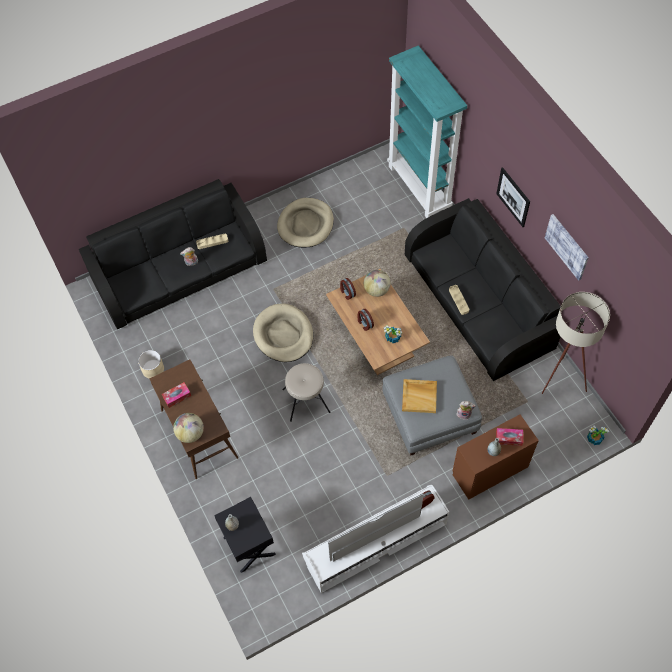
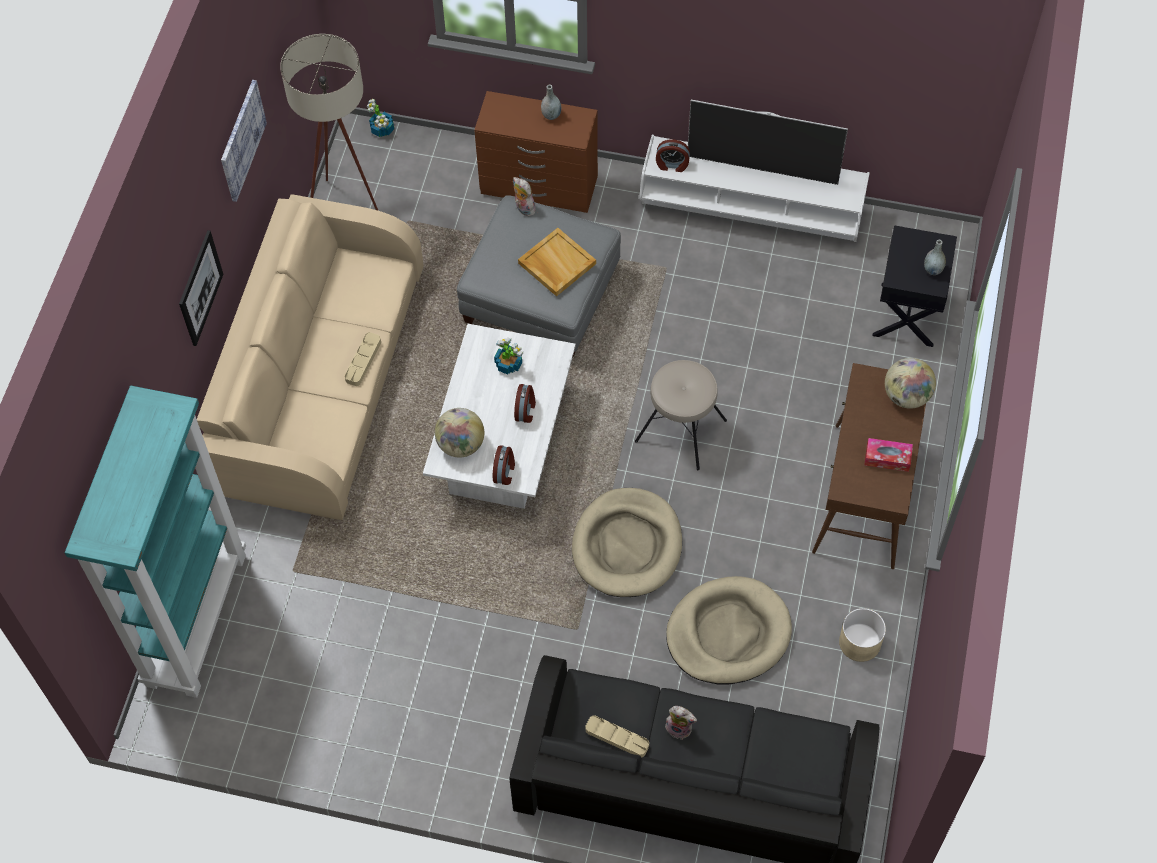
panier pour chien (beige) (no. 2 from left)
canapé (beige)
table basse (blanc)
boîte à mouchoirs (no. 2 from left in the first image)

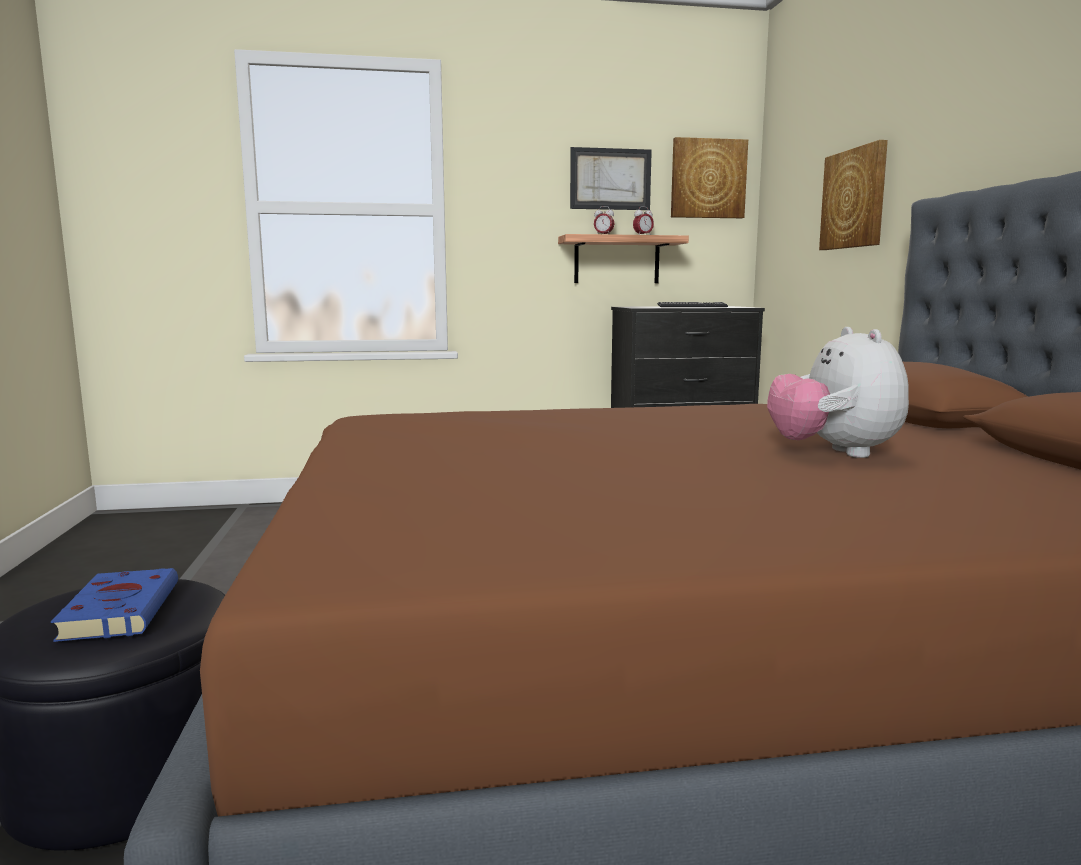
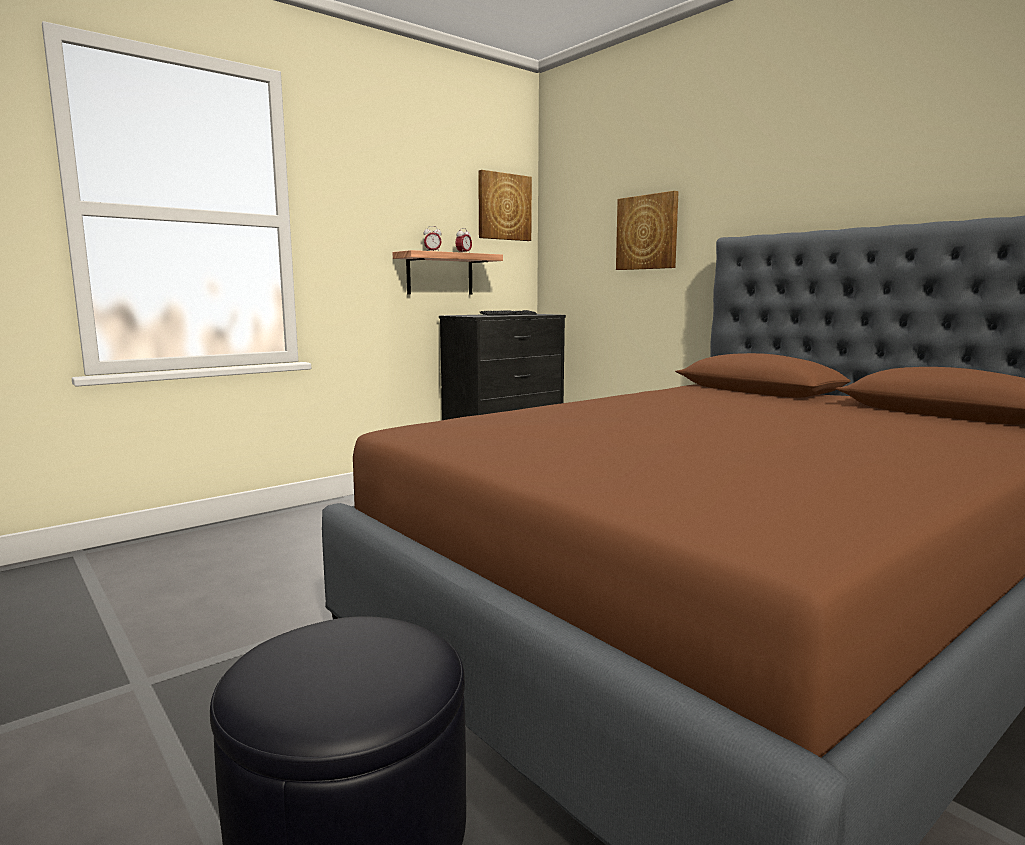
tableau (no. 1 from left in the first image)
peluche
livre (bleu)

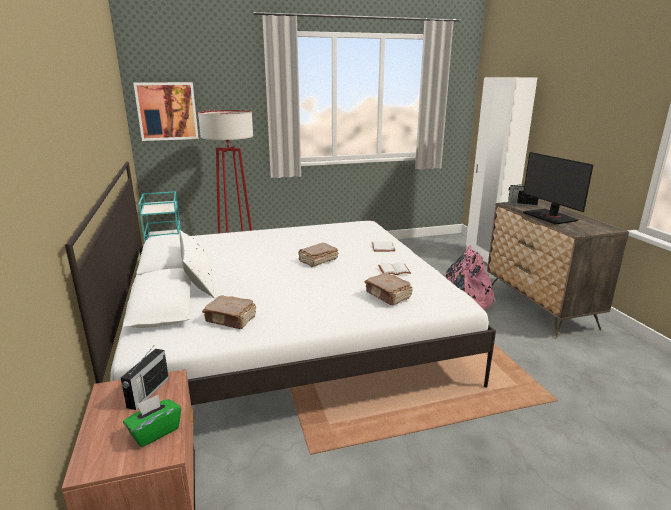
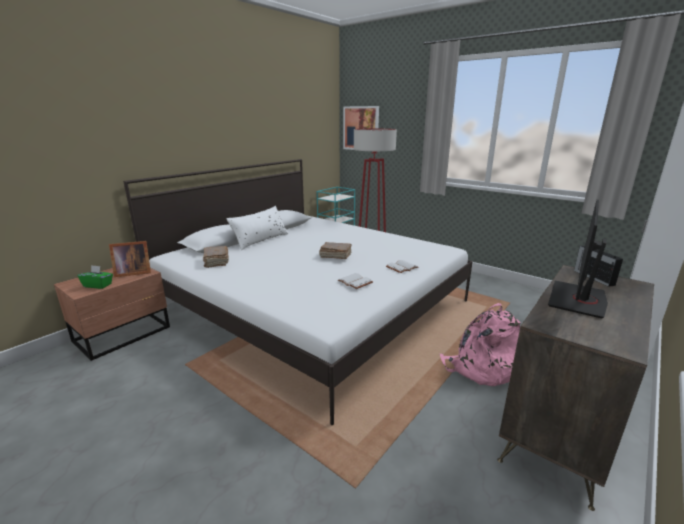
livre (marron) (no. 3 from left in the first image)
cadre photo

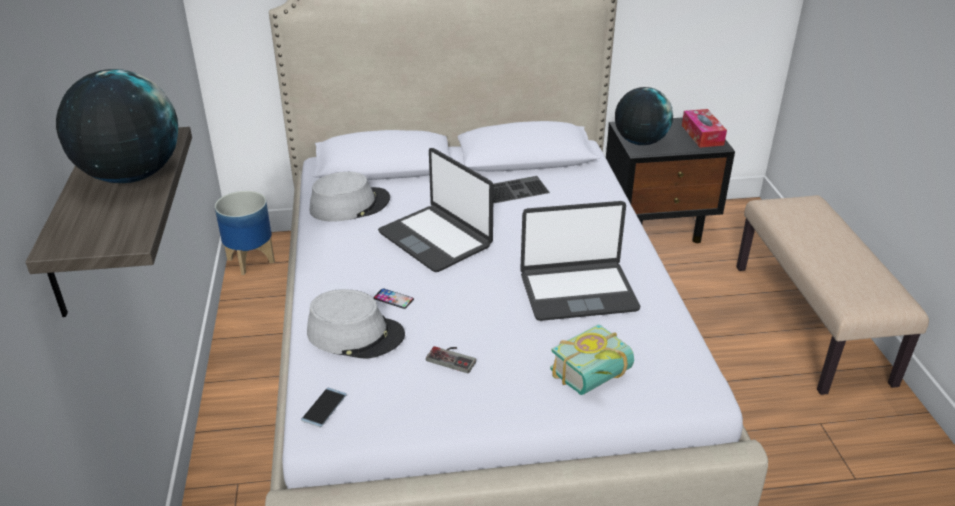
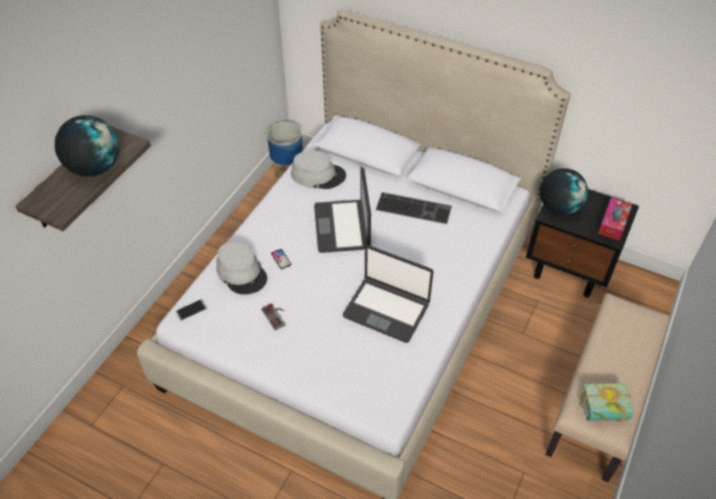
livre

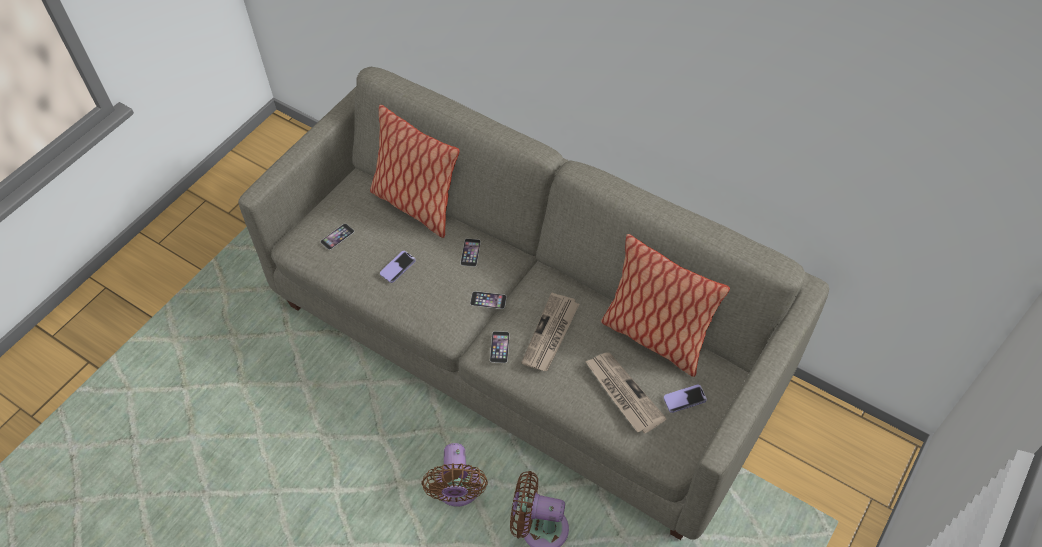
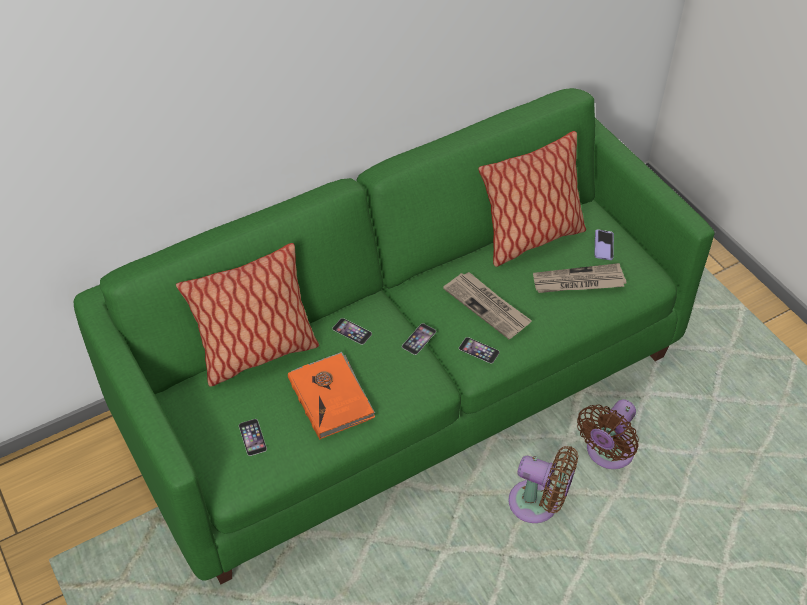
canapé (vert)
livre (orange)

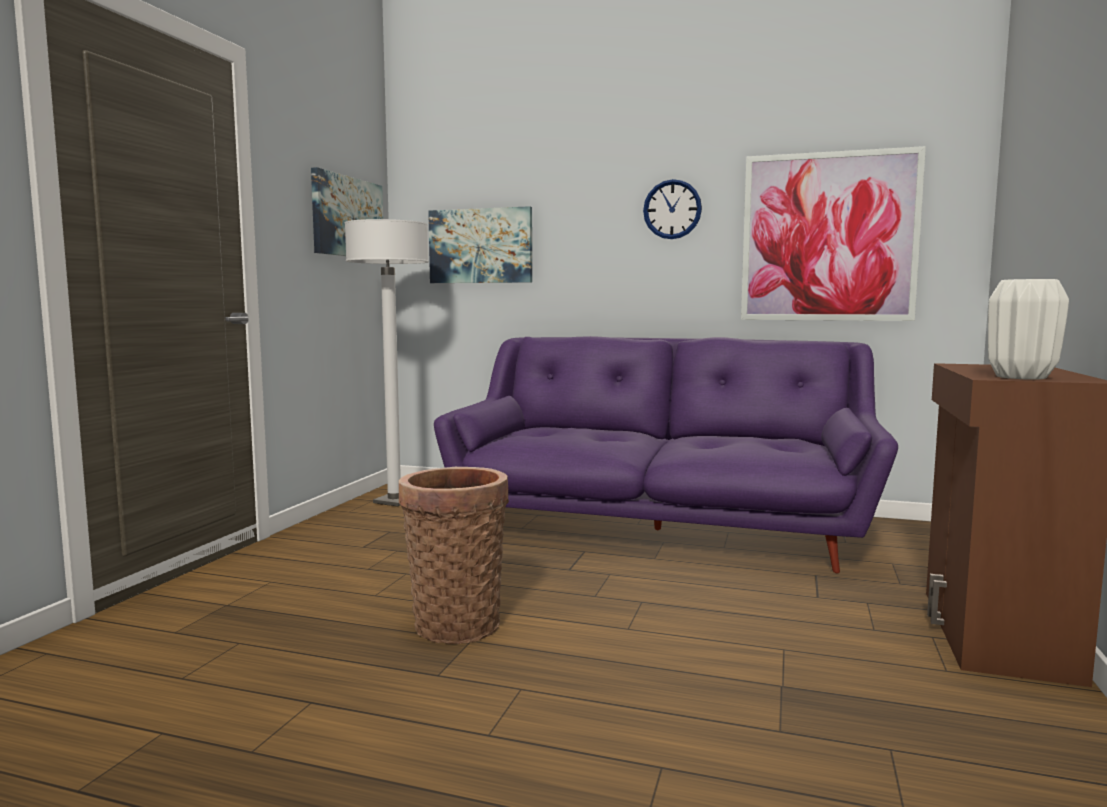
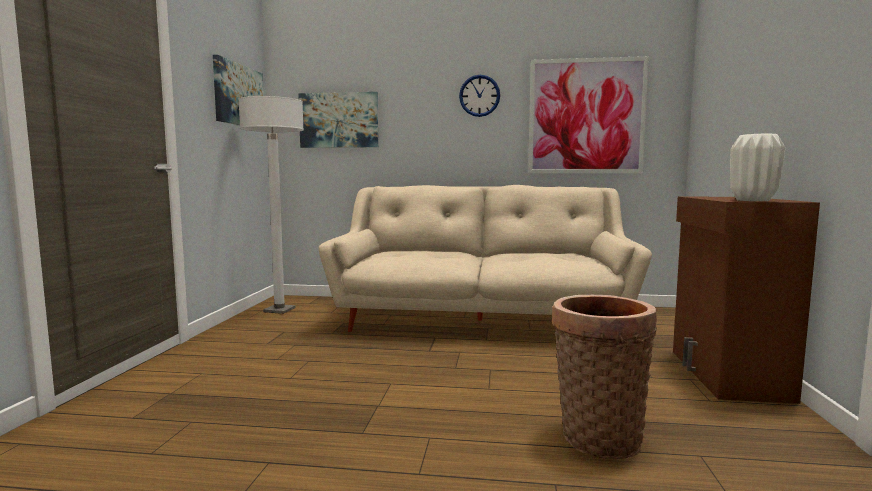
canapé (beige)
panier

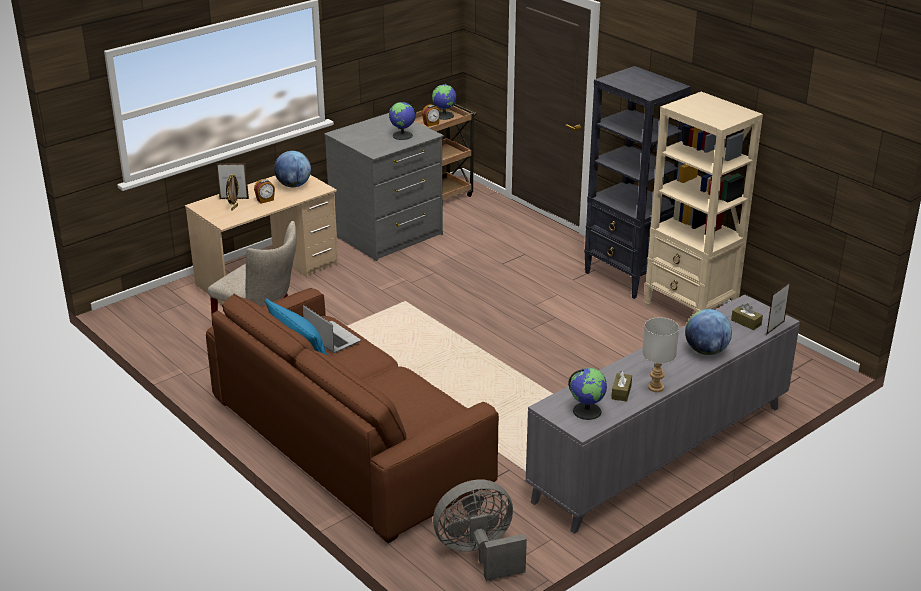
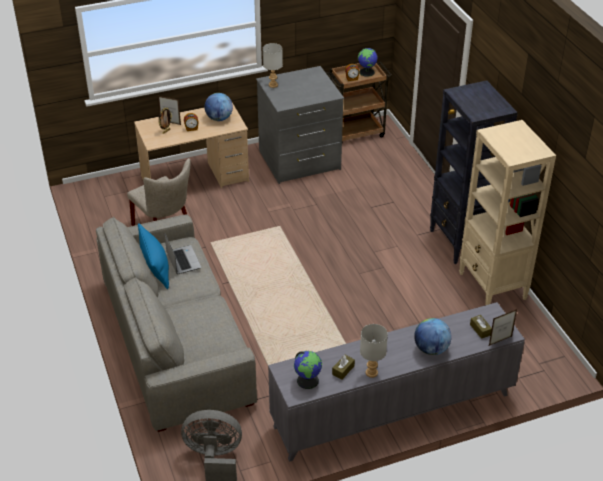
globe (no. 2 from left in the first image)
canapé (gris)
lampe de table (gris) (no. 1 from left)

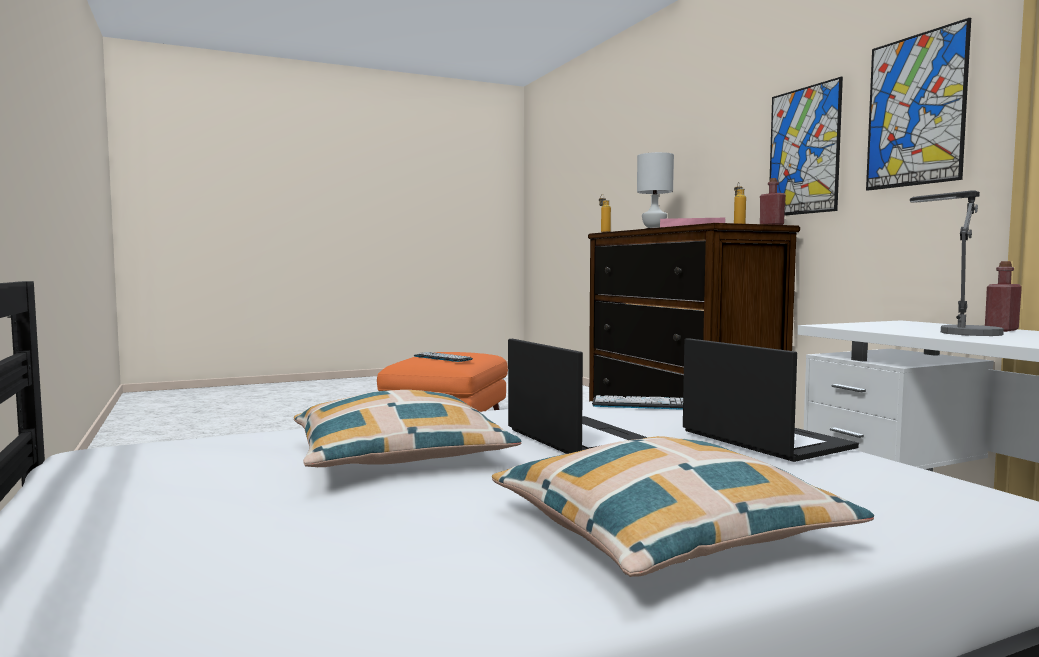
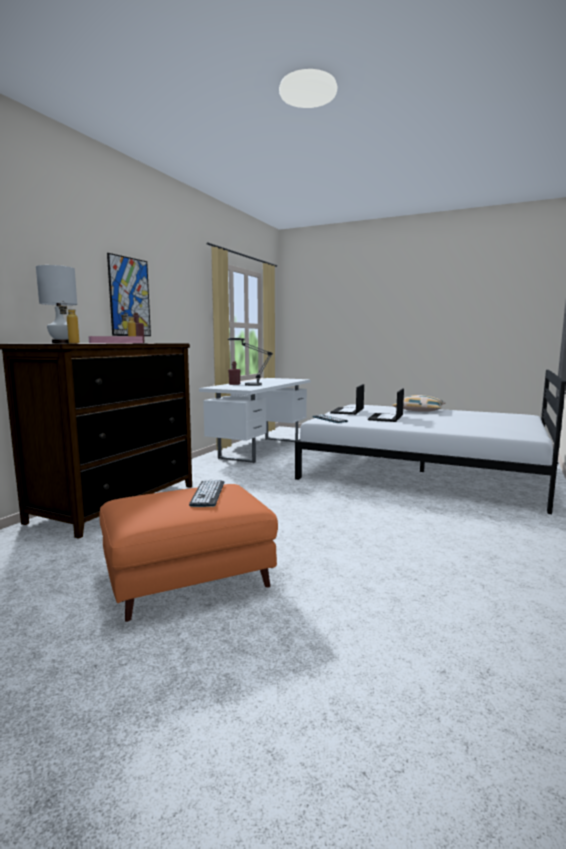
tableau (no. 2 from left in the first image)
coussin (no. 1 from left in the first image)

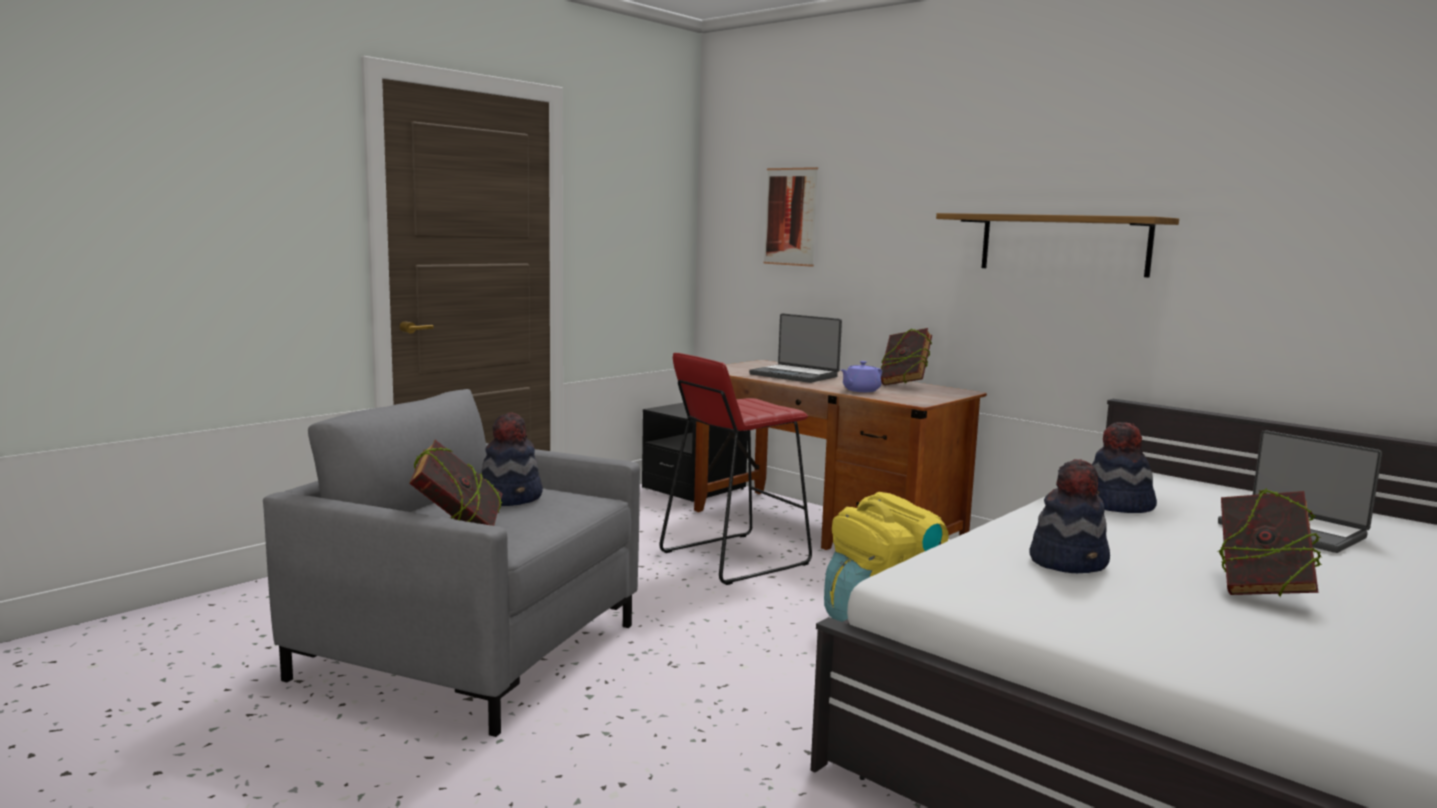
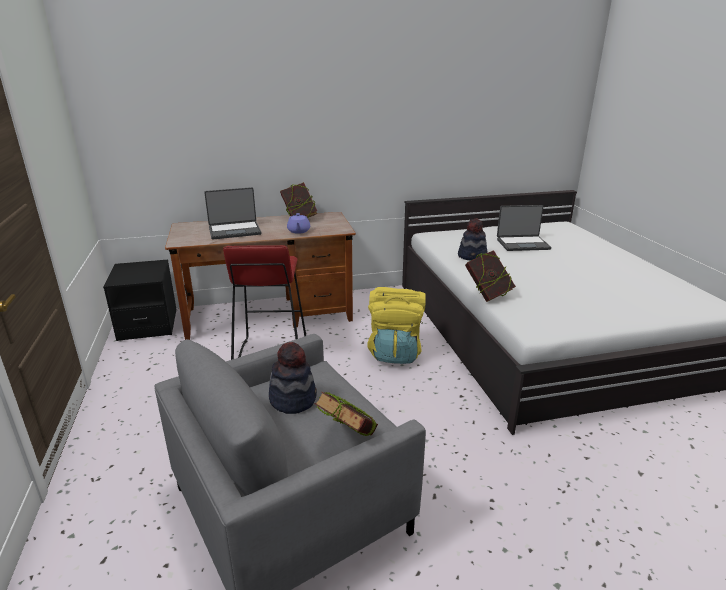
tableau
étagère
chapeau (no. 2 from left in the first image)
livre (no. 3 from left)

